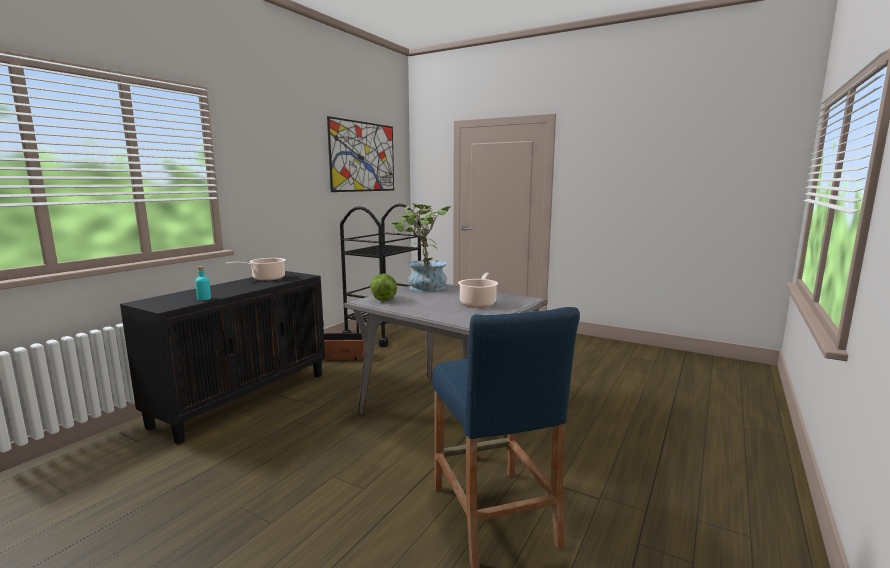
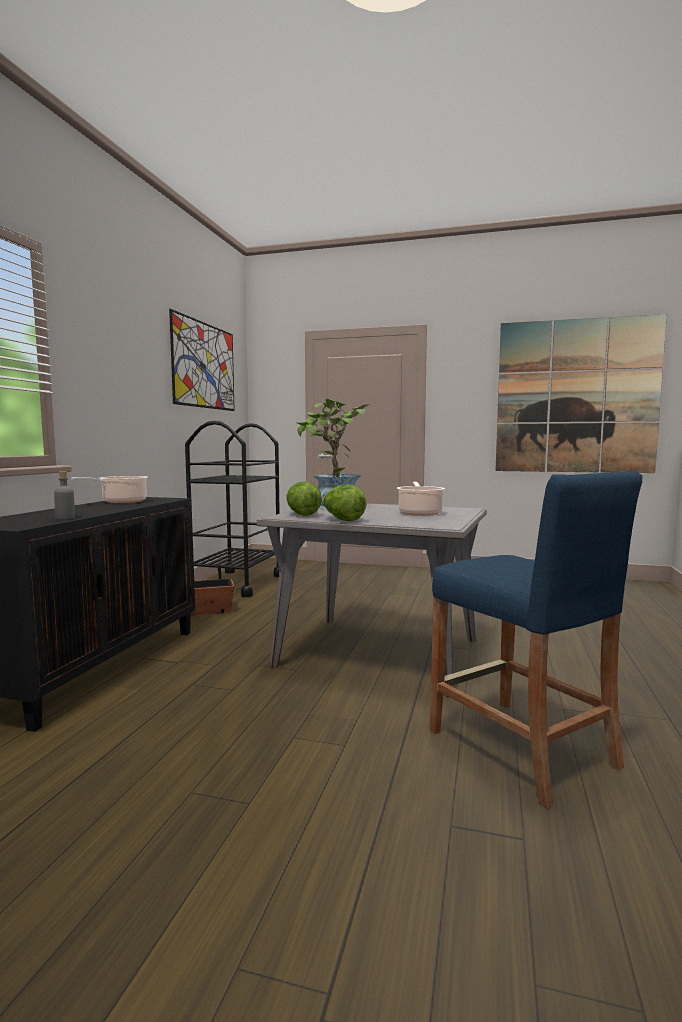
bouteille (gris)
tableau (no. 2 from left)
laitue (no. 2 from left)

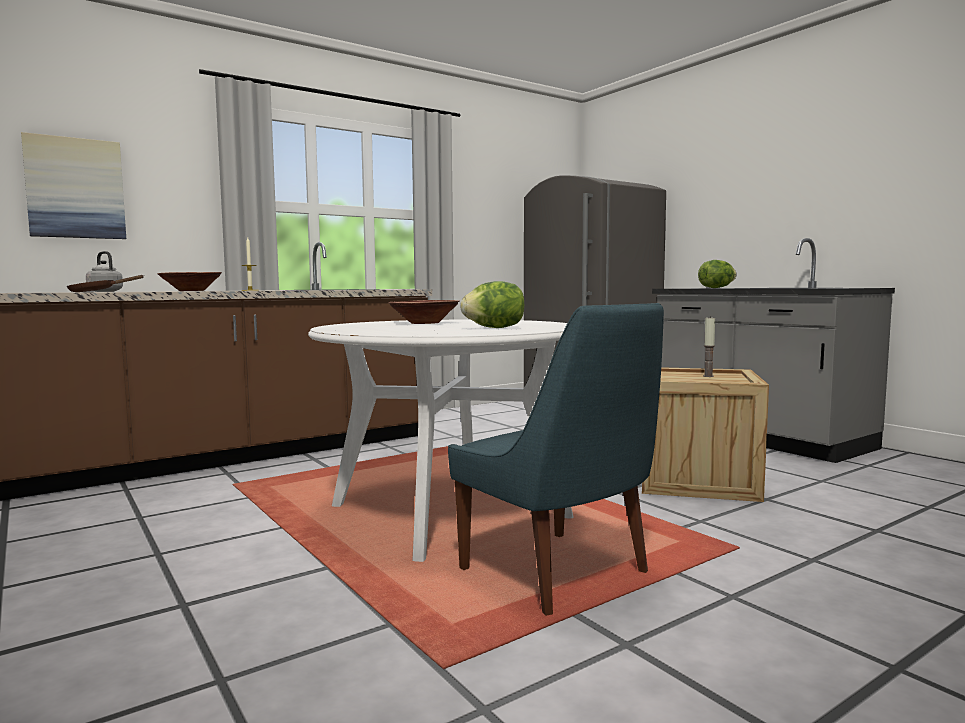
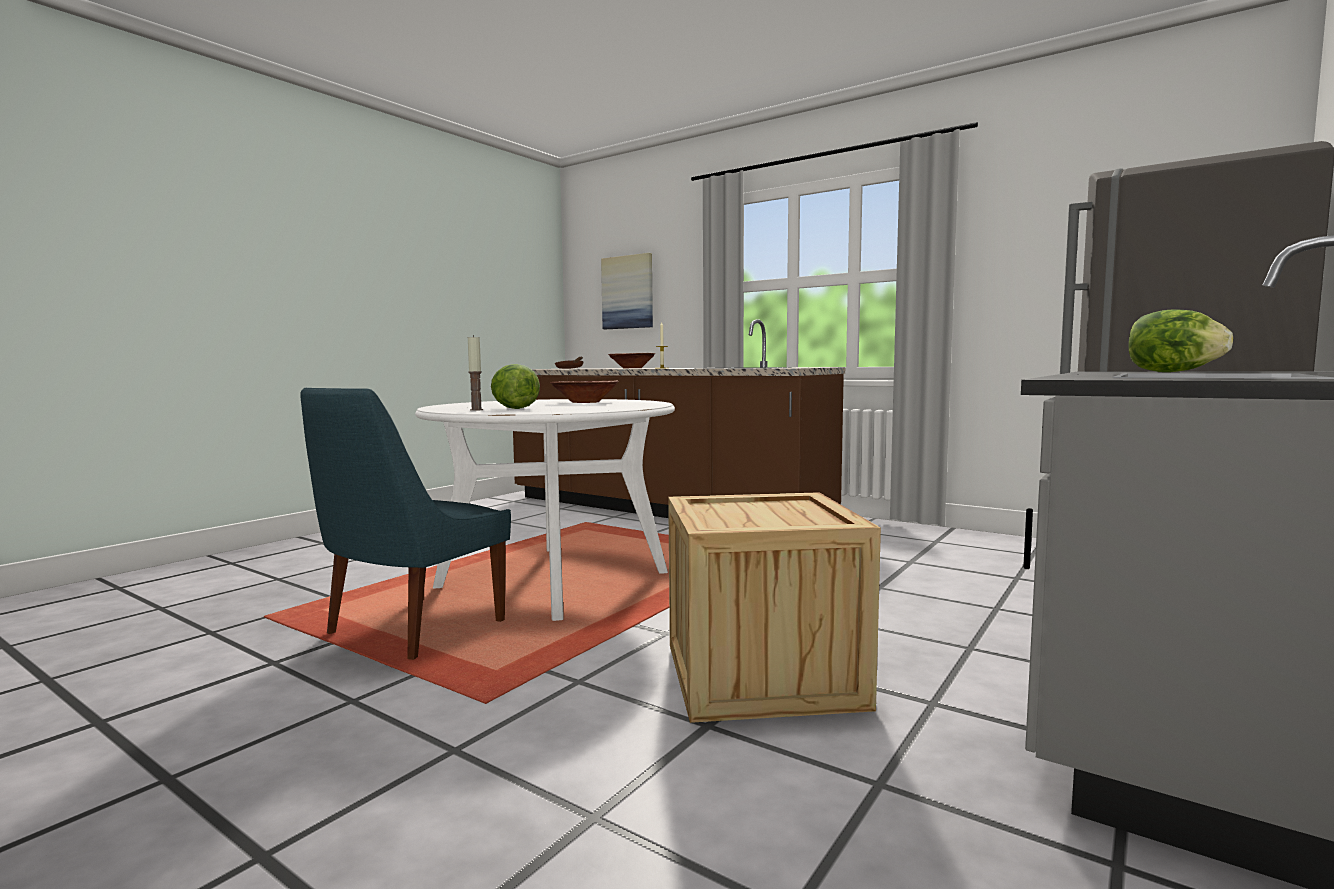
bouilloire (gris)
bougie (no. 1 from left)

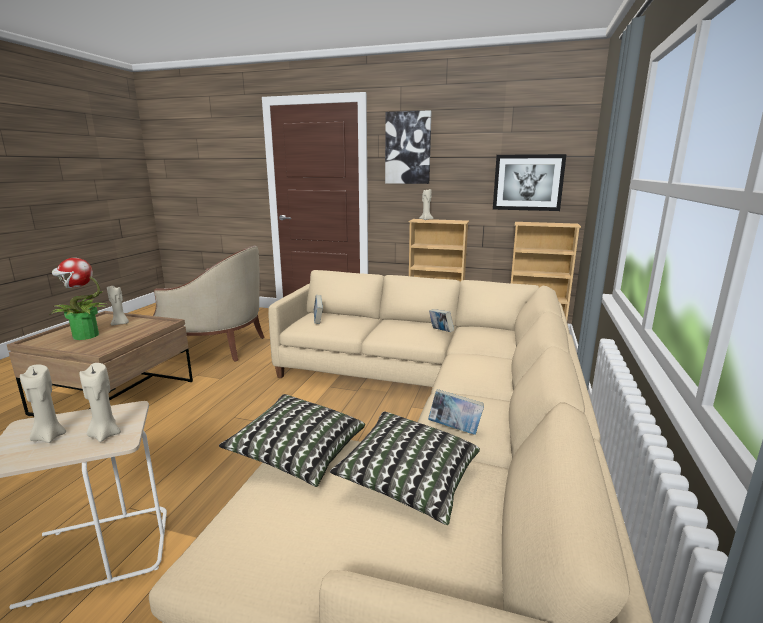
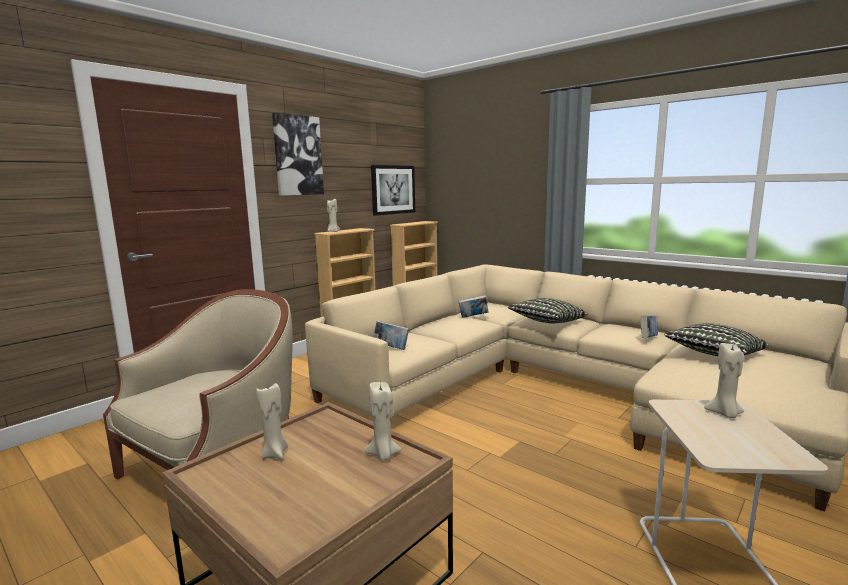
plante en pot
bougie (beige) (no. 3 from left)
coussin (no. 1 from left)

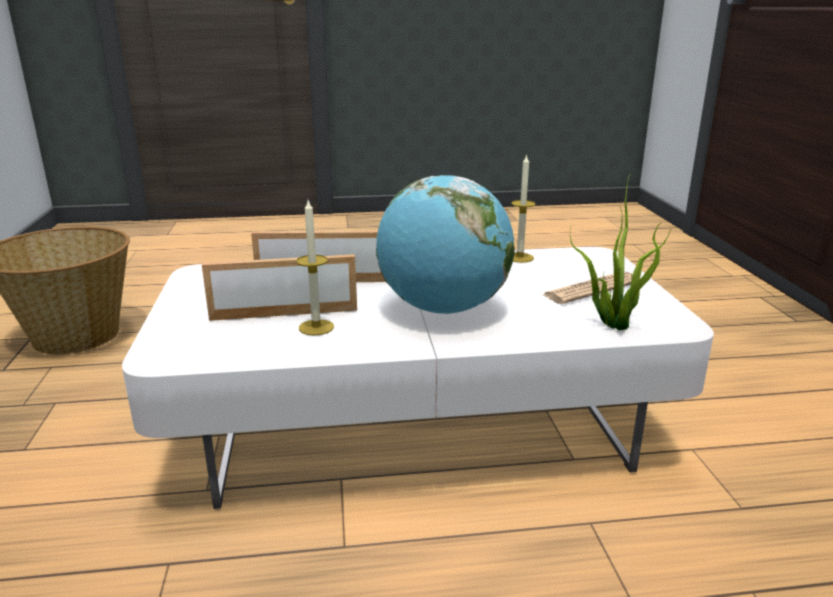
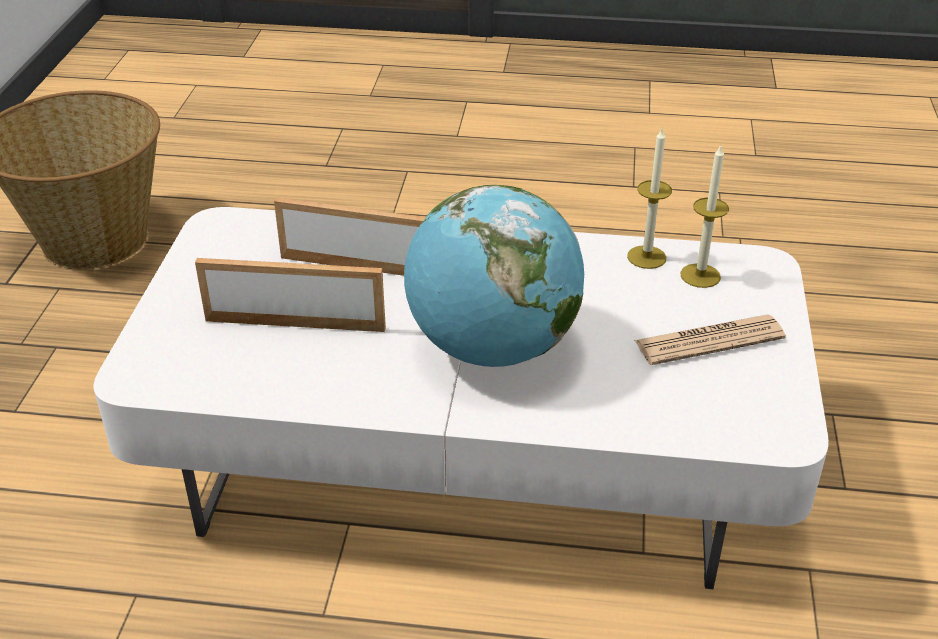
plante en pot
bougie (no. 2 from left)

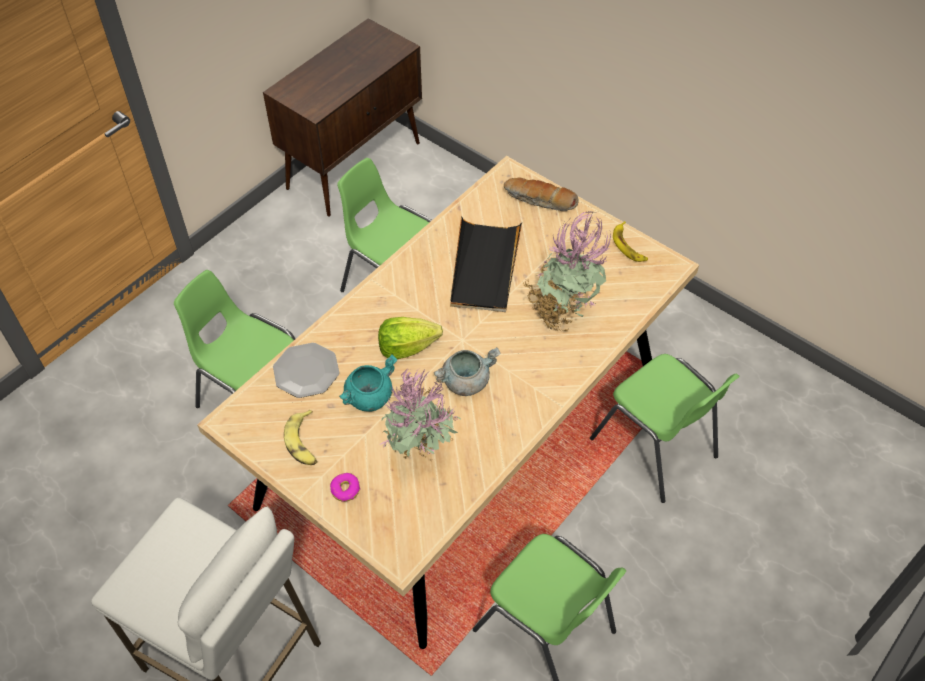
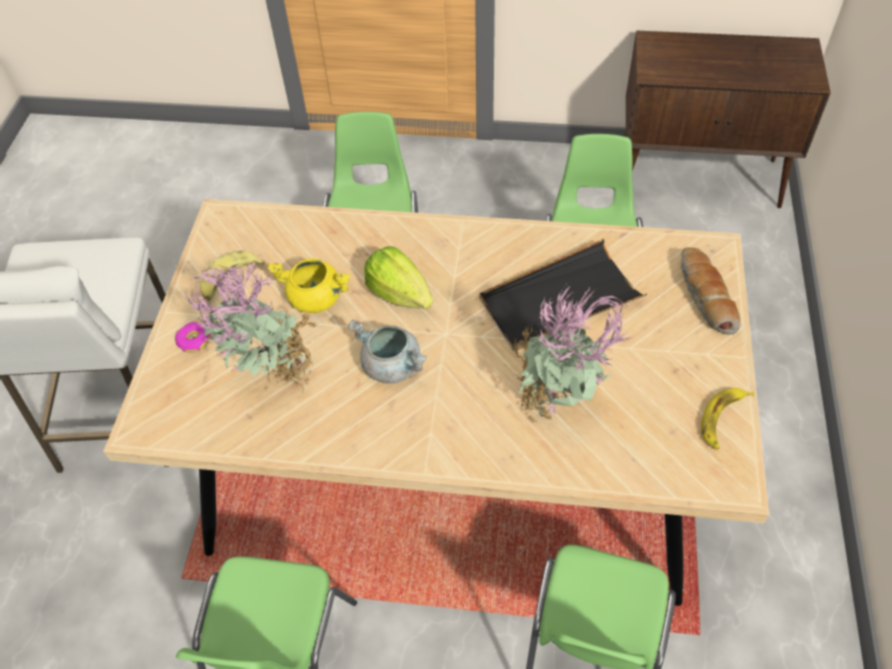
assiette
marmite (jaune)

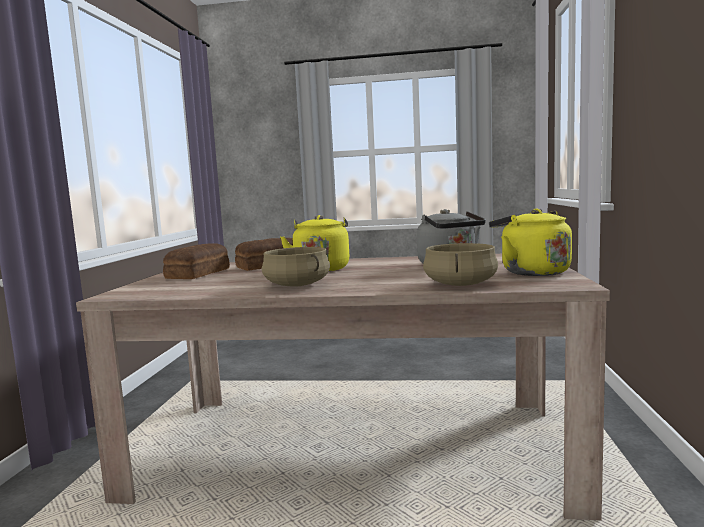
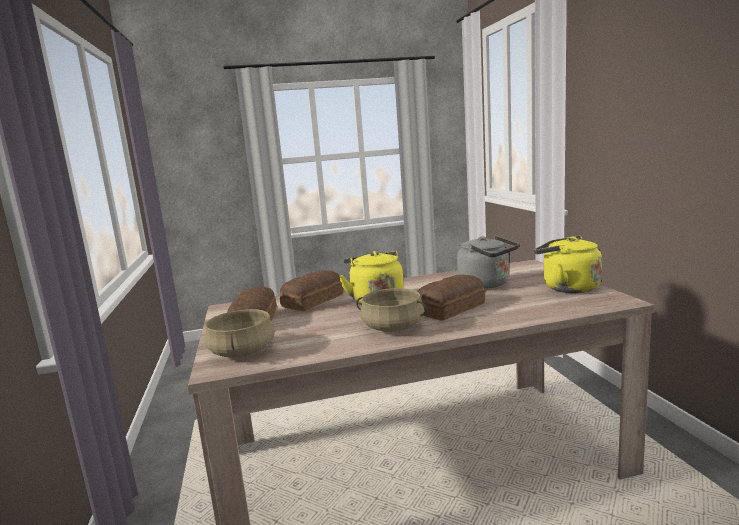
marmite (beige) (no. 1 from left)
pain (no. 3 from left)

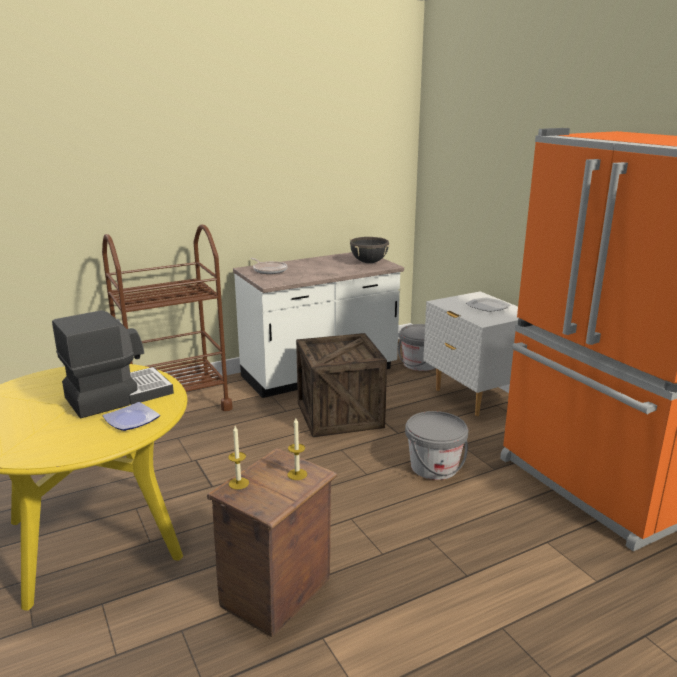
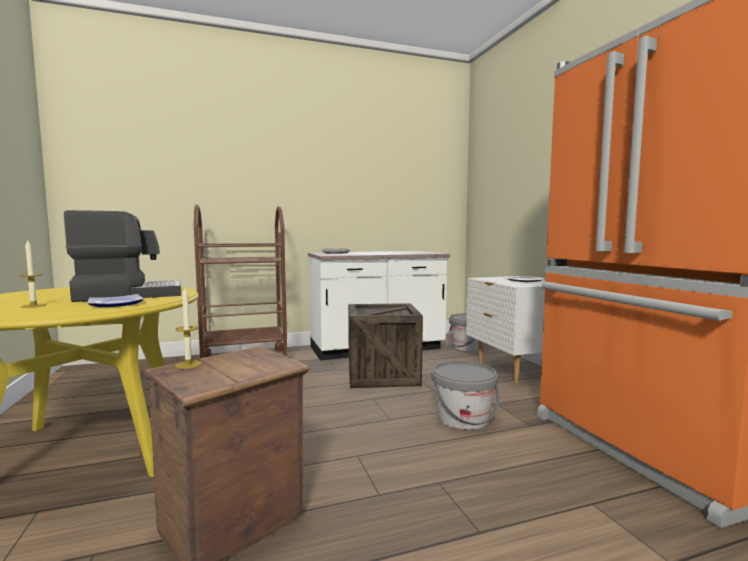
marmite (noir)
bougie (no. 1 from left)

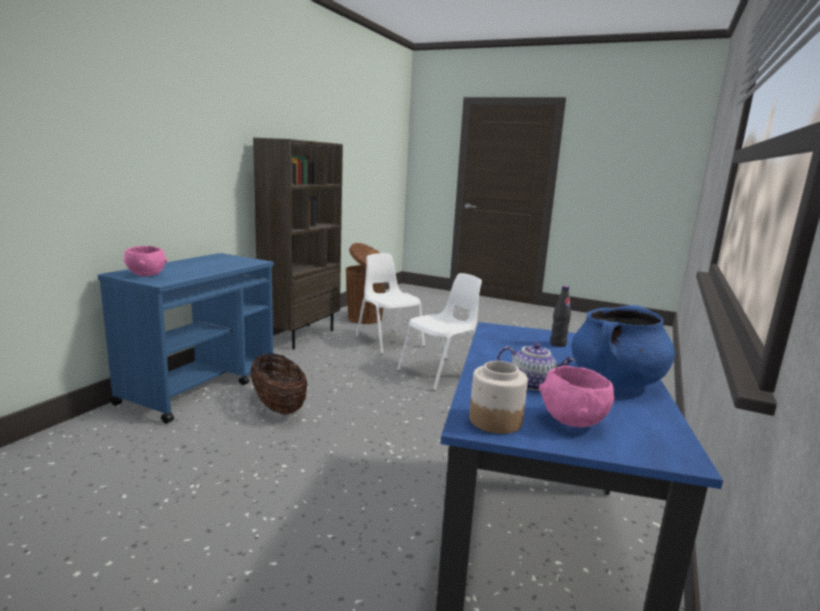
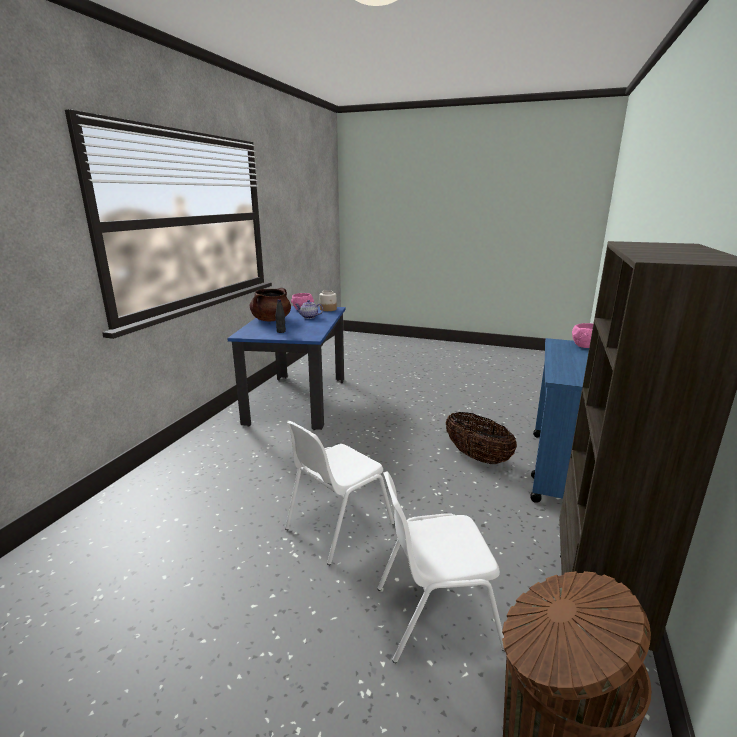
chaise (blanc) (no. 2 from left)
marmite (marron)

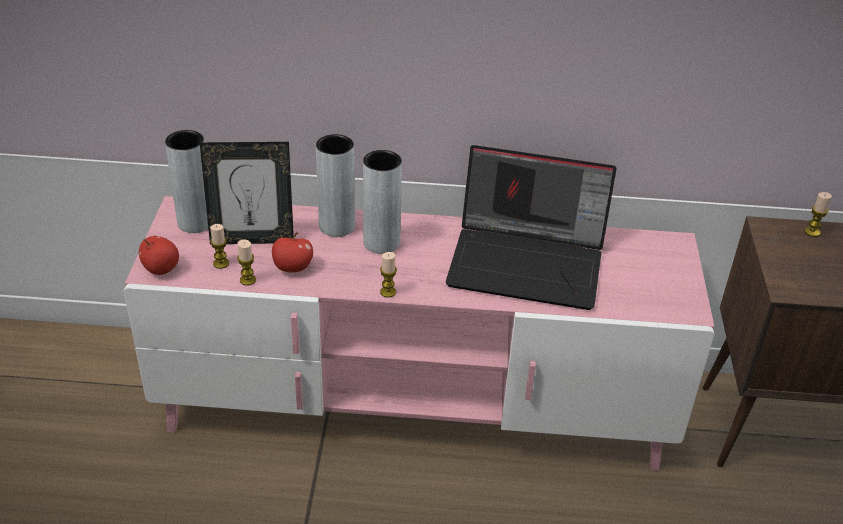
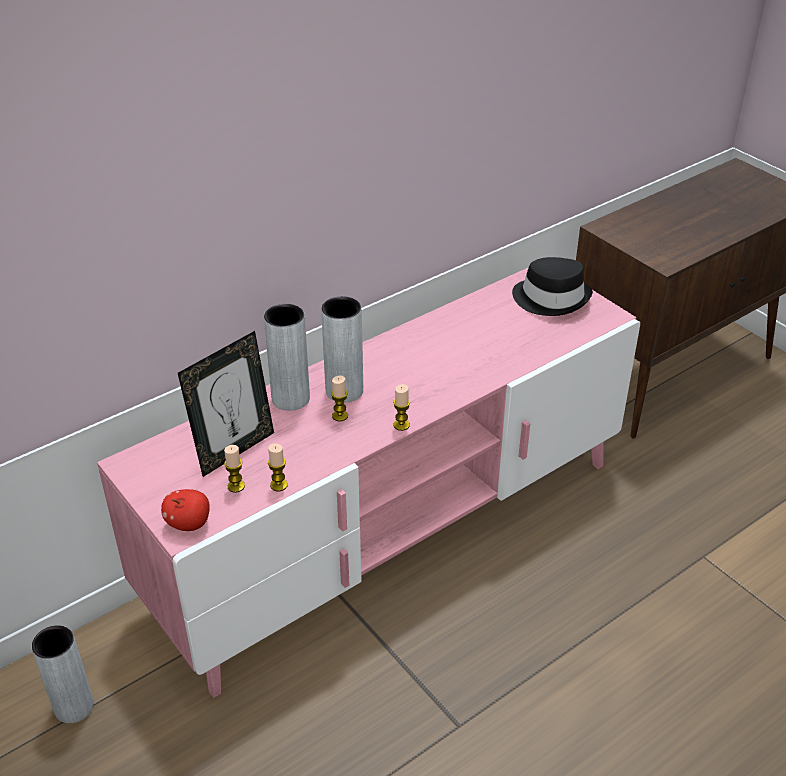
vase (gris) (no. 1 from left)
ordinateur portable
bougie (no. 3 from left)
pomme (no. 2 from left in the first image)
chapeau (noir)

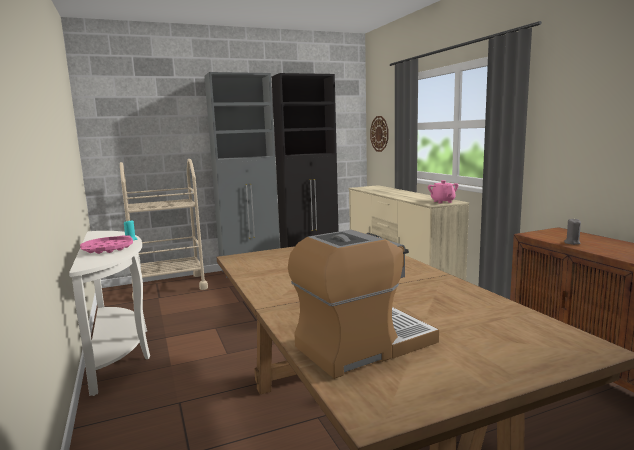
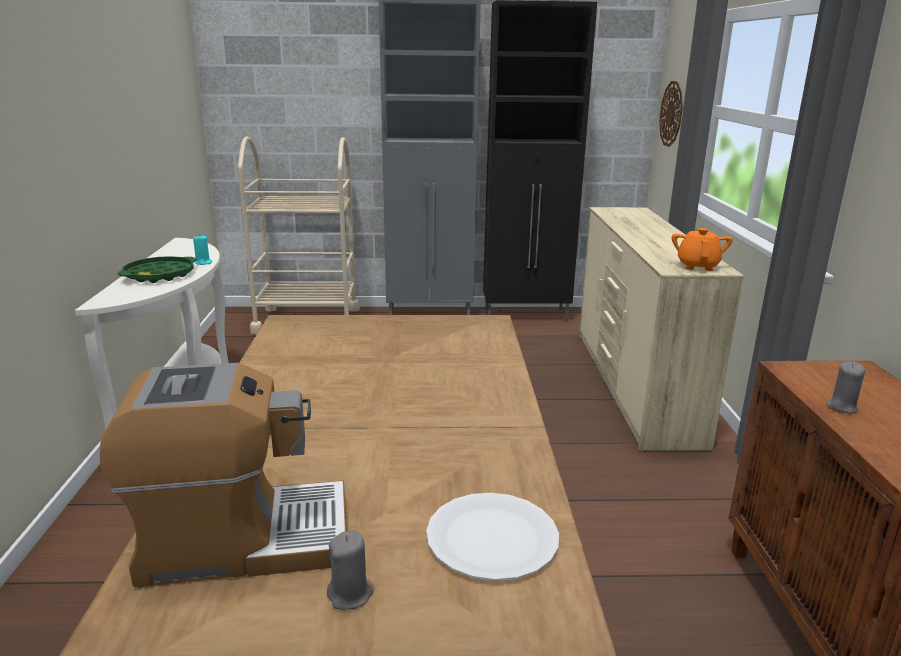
théière (orange)
plateau (vert)
assiette (blanc)
bougie (gris) (no. 1 from left)

